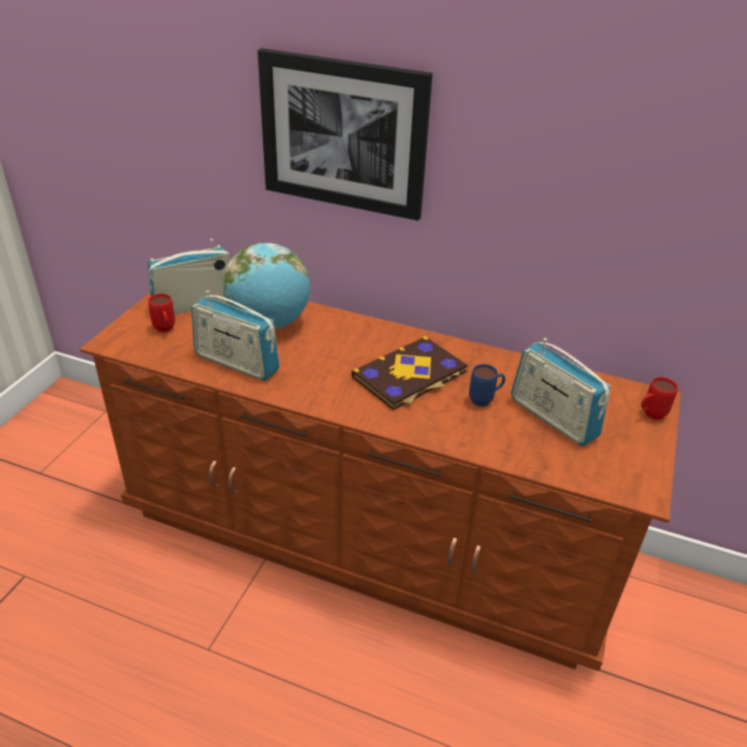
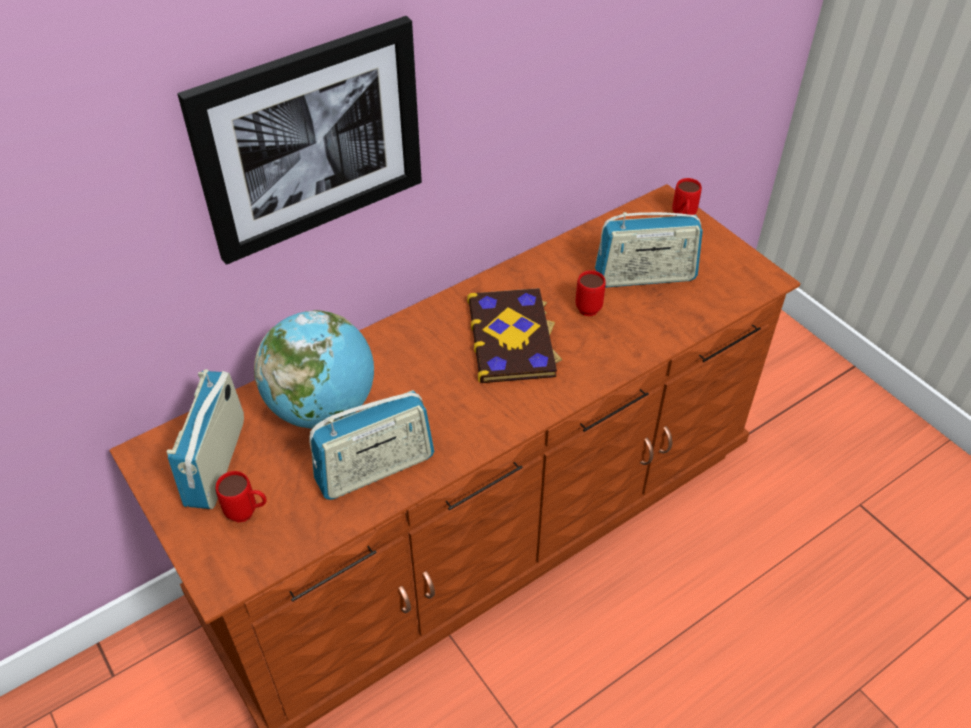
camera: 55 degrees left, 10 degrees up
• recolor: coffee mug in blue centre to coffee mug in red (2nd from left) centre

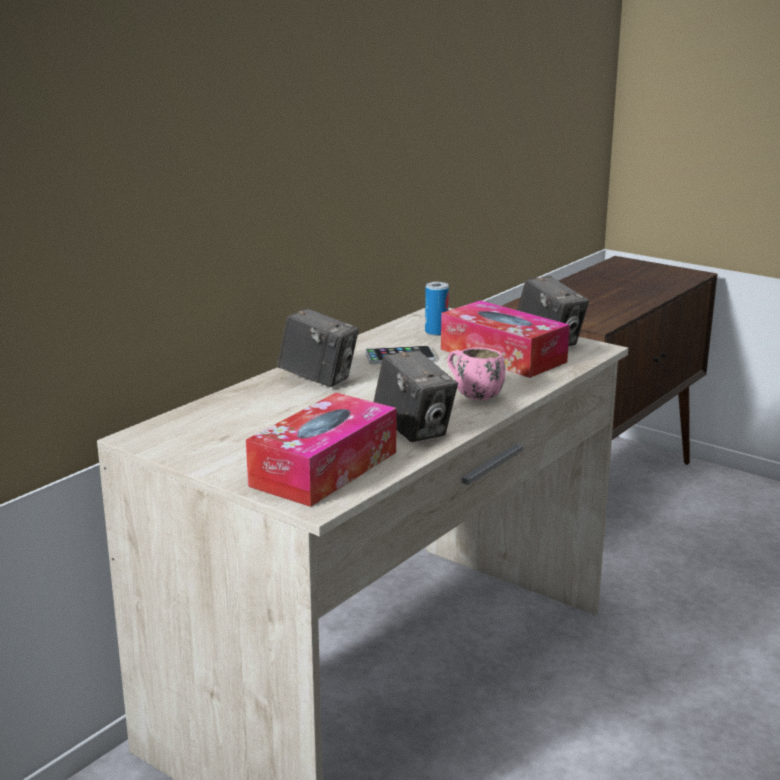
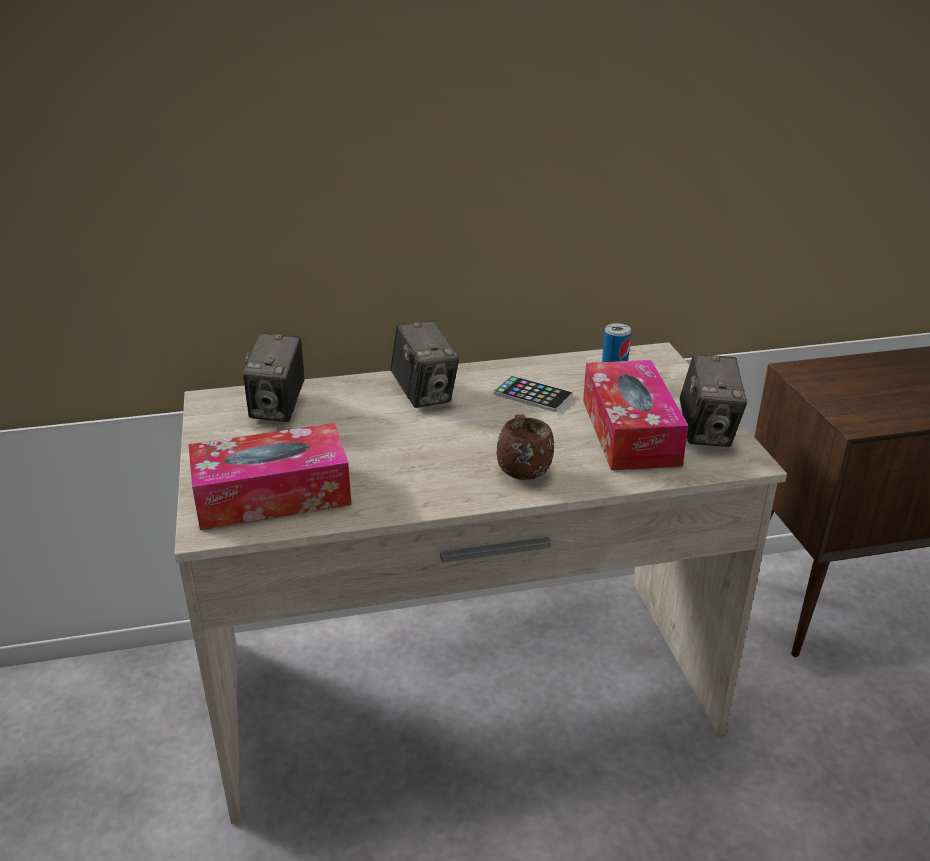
camera: 40 degrees right, 10 degrees up
• recolor: coffee mug in pink centre to coffee mug in brown centre
• move: still camera (2nd from left in the first image) centre to still camera (1st from left) middle left

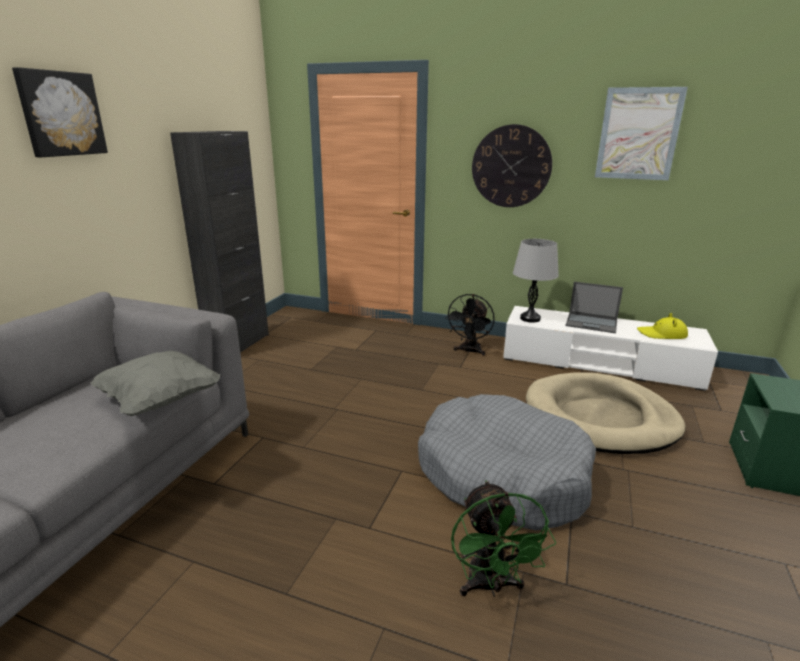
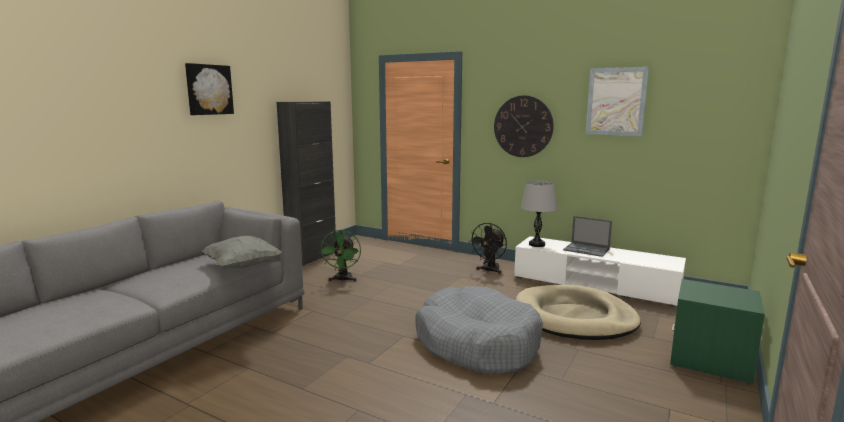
camera: 10 degrees right, 10 degrees down
• delete: hat in yellow middle right
• move: fan in greenish bottom centre to centre

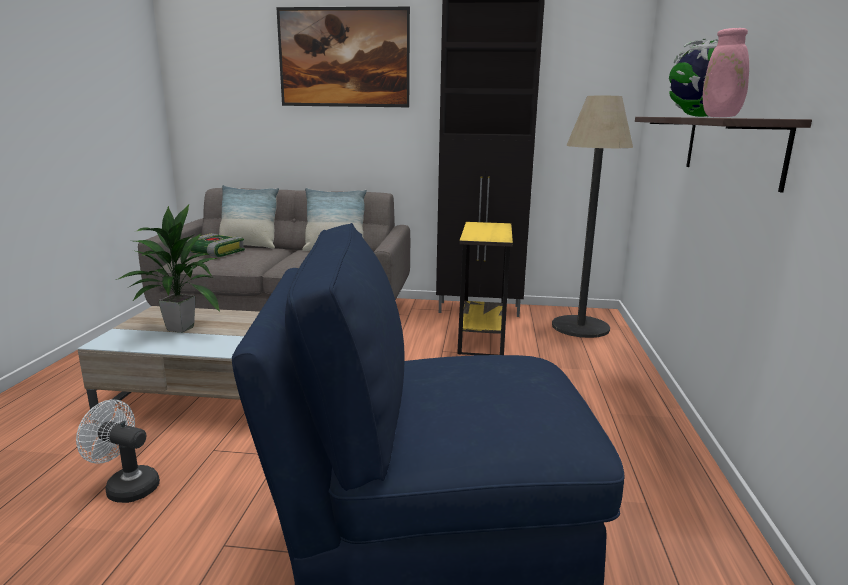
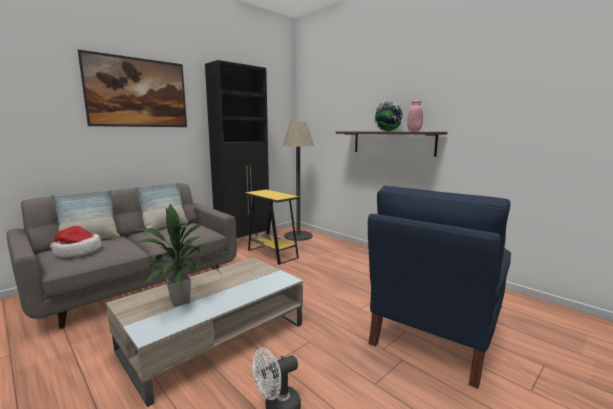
camera: 50 degrees left, 5 degrees down
• replace: book middle left to hat middle left

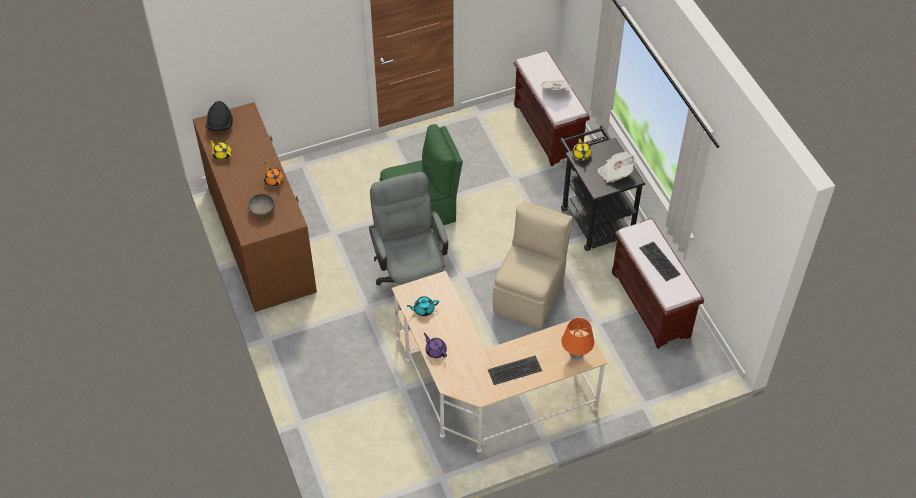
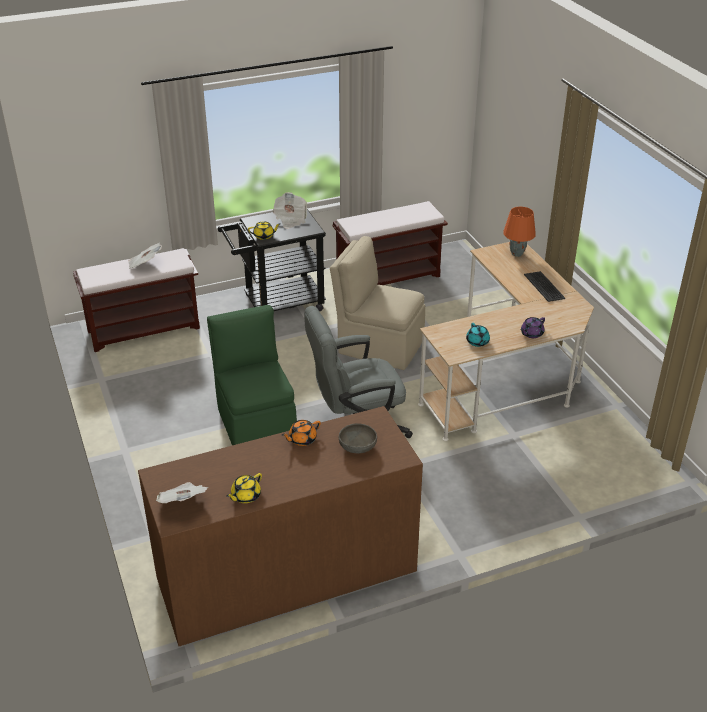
camera: 90 degrees left, 15 degrees down
• replace: hat in blackish top left to printed paper (2nd from left) bottom left
• delete: keyboard (2nd from left) middle right

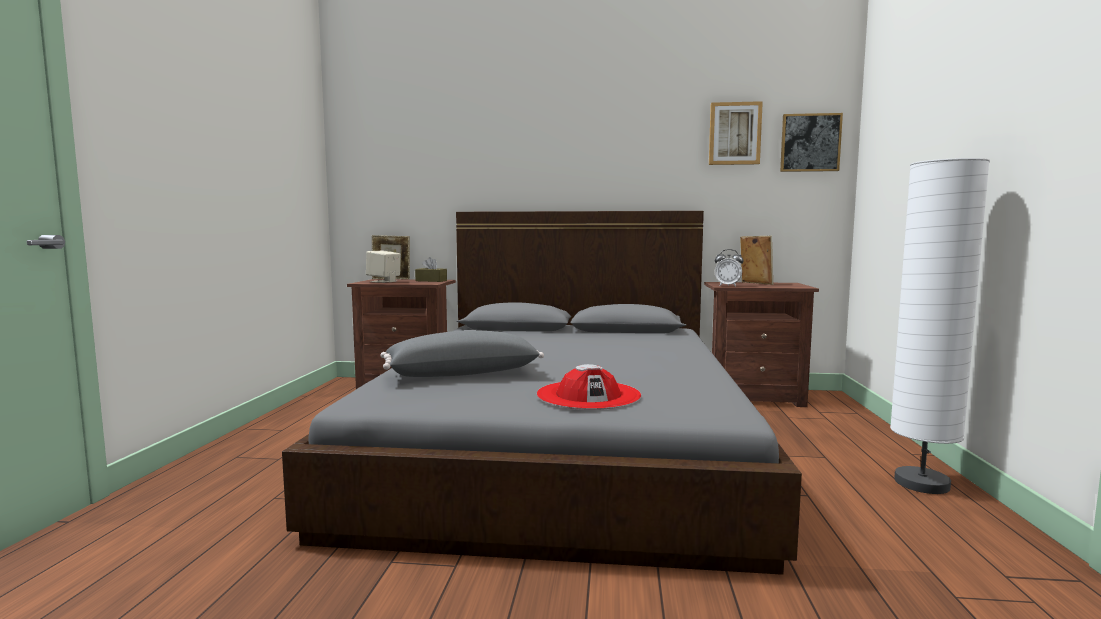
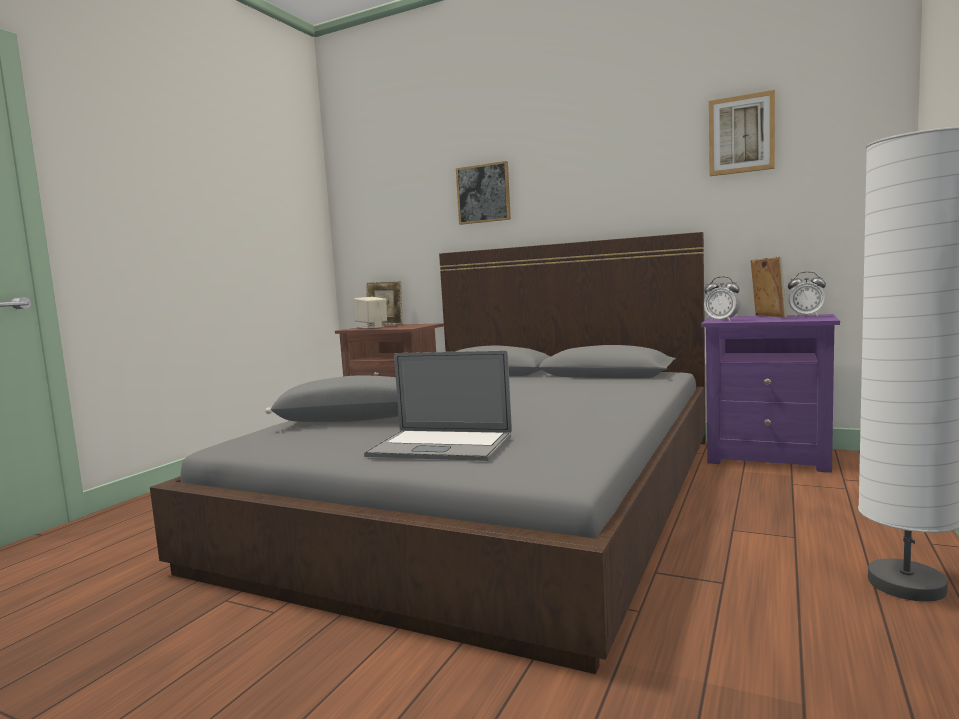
camera: 20 degrees right, 0 degrees up
• move: picture (2nd from left in the first image) top right to picture (1st from left) top centre
• delete: tissue box in brown centre
• recolor: bedside table in brown (2nd from left) middle right to bedside table in purple-coloured middle right
• replace: hat in red centre to laptop centre
• insert: bedside clock (2nd from left) middle right

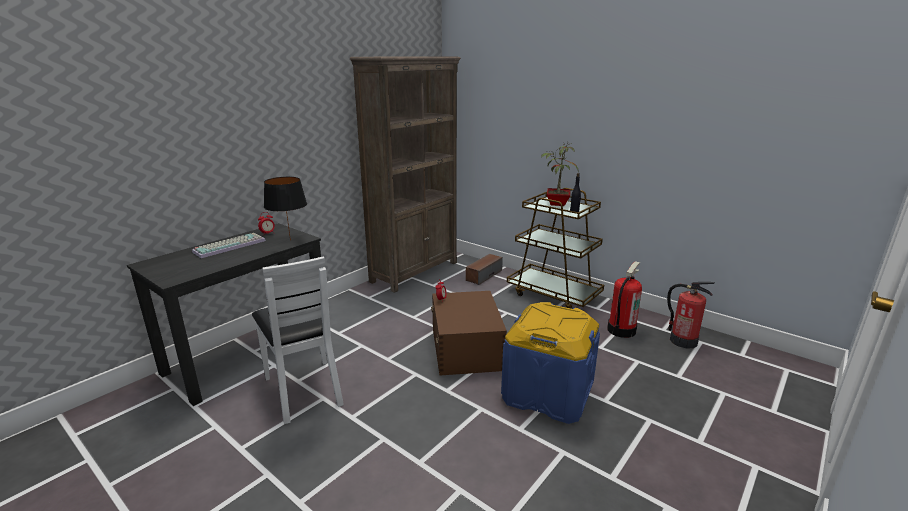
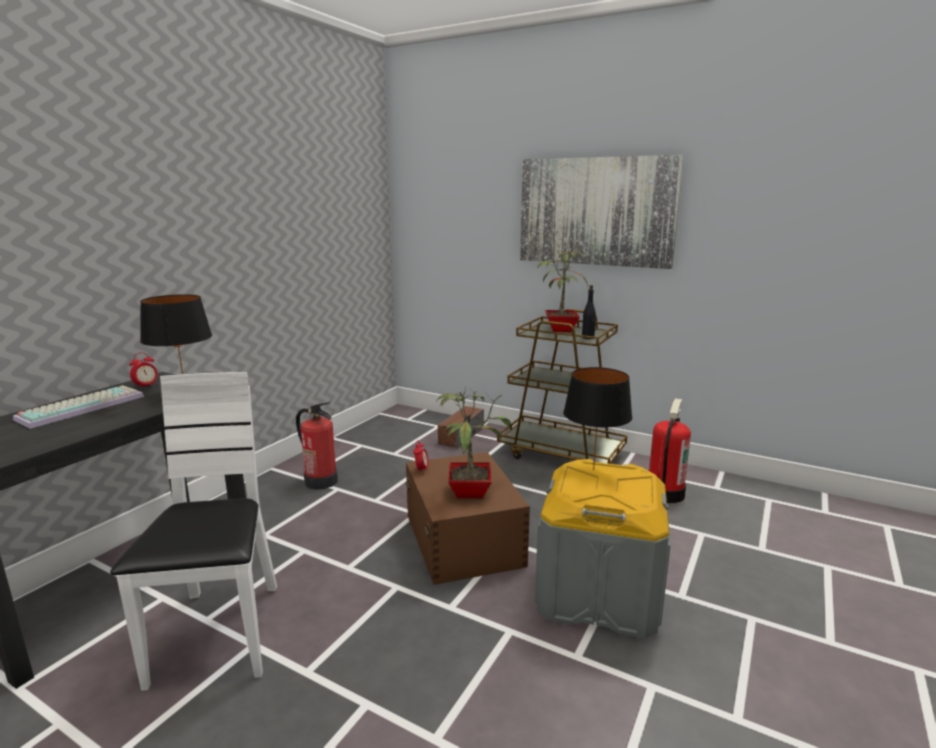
camera: 10 degrees left, 5 degrees down
• delete: bookcase in brown centre
• rotate: upright chair in white middle left = bottom left 150 degrees counterclockwise
• move: extinguisher (2nd from left in the first image) middle right to extinguisher (1st from left) centre
• recolor: storage container in blue bottom centre to storage container in gray bottom centre
• insert: picture top centre
• insert: table lamp in blackish (2nd from left) centre
• insert: houseplant (1st from left) centre

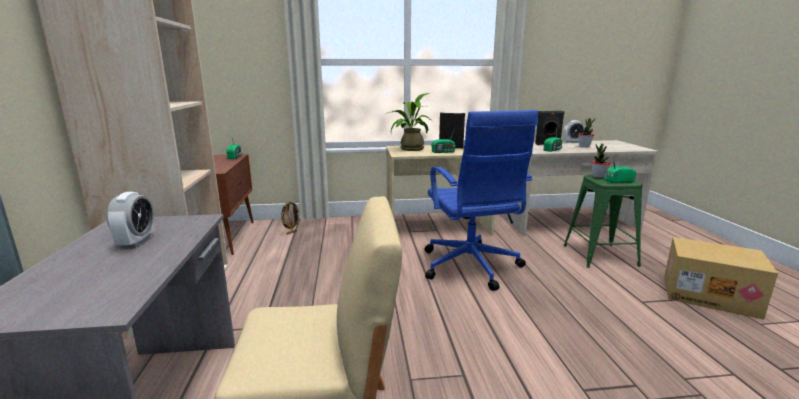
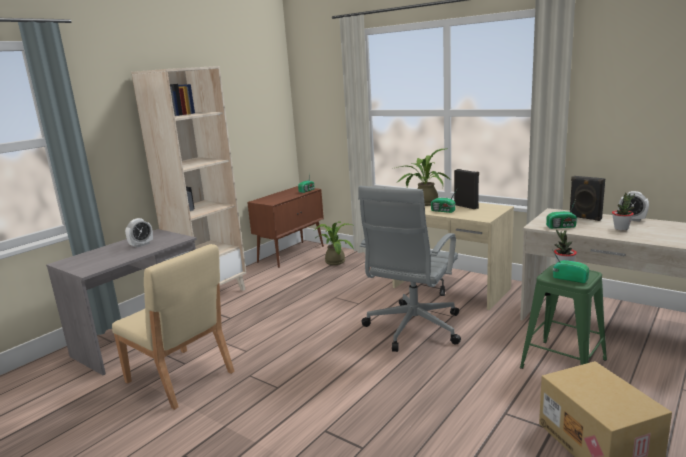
camera: 45 degrees right, 0 degrees up
• recolor: office chair in blue centre to office chair in gray centre
• replace: standing frame centre to houseplant (1st from left) centre

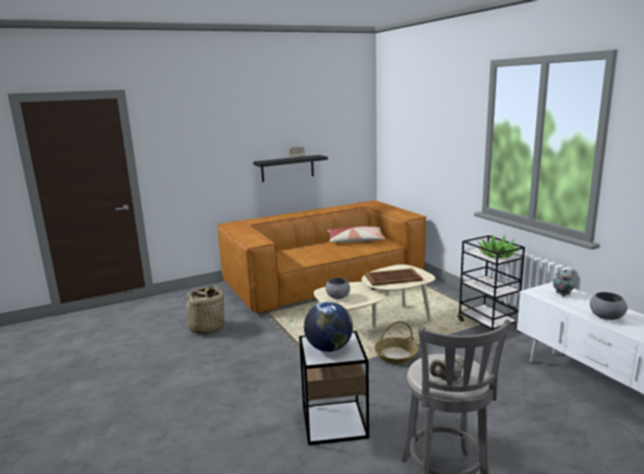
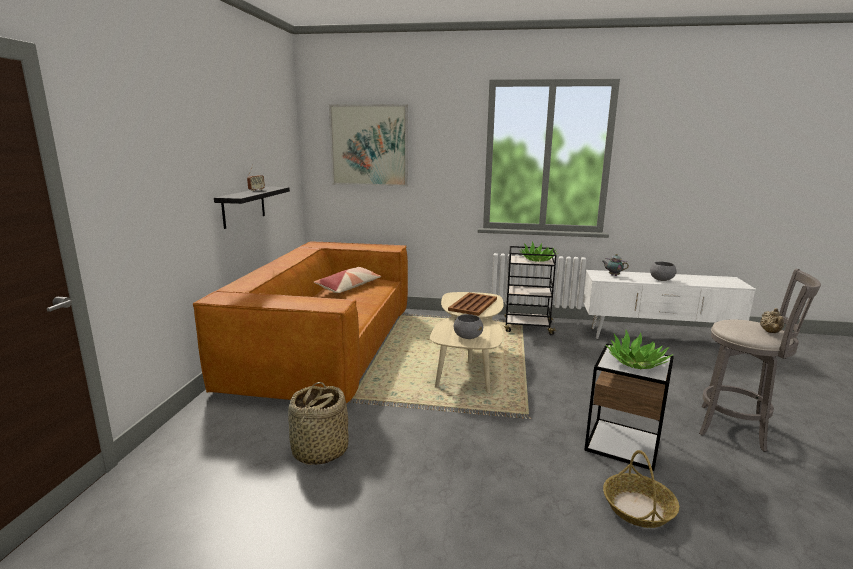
camera: 55 degrees left, 0 degrees up
• replace: world globe bottom centre to houseplant (2nd from left) middle right
• move: household basket (2nd from left) bottom centre to bottom right
• insert: picture top centre

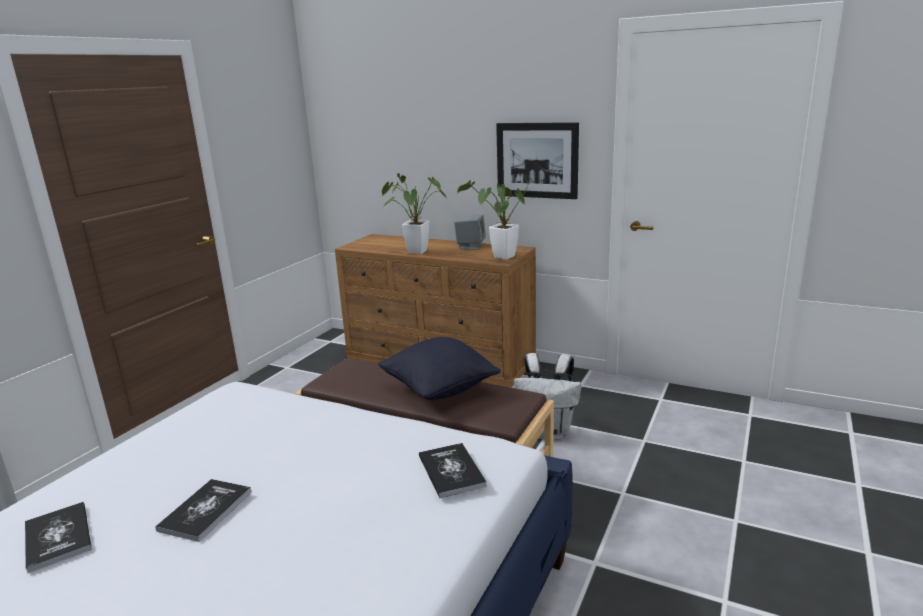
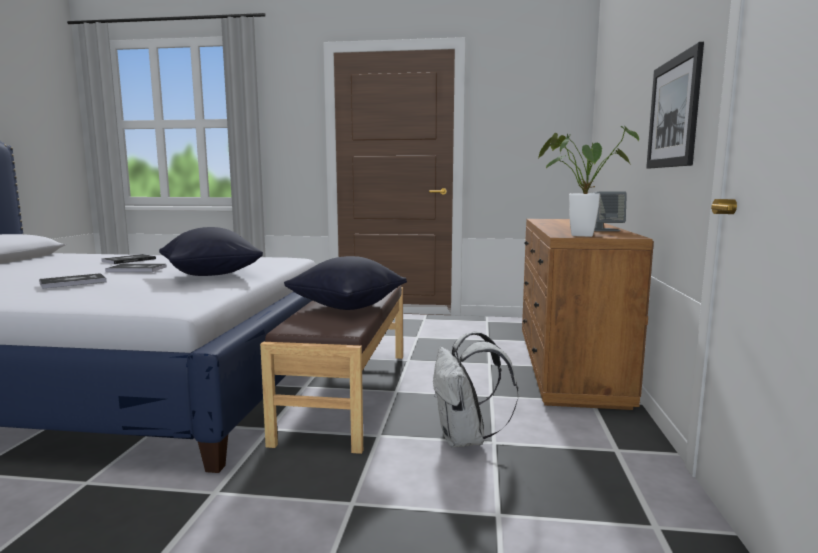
camera: 70 degrees right, 10 degrees down
• delete: houseplant (1st from left) centre
• move: book (3rd from left in the first image) bottom centre to book (1st from left) middle left
• insert: cushion in blackish (1st from left) middle left

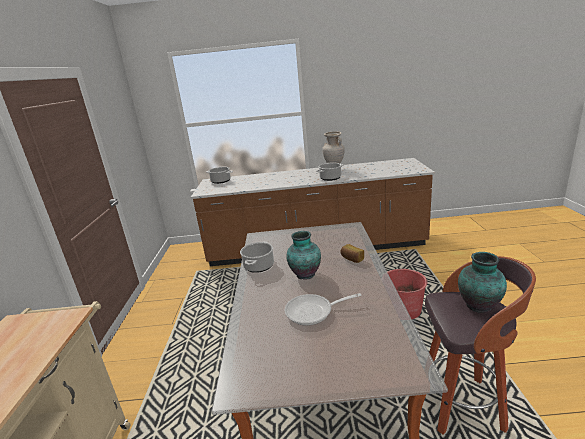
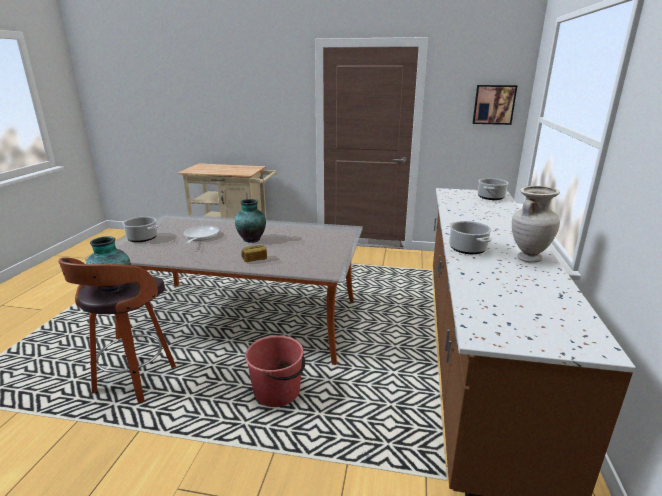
camera: 100 degrees right, 0 degrees up
• move: cooking pot (2nd from left in the first image) centre to cooking pot (1st from left) middle left
• insert: picture top right

